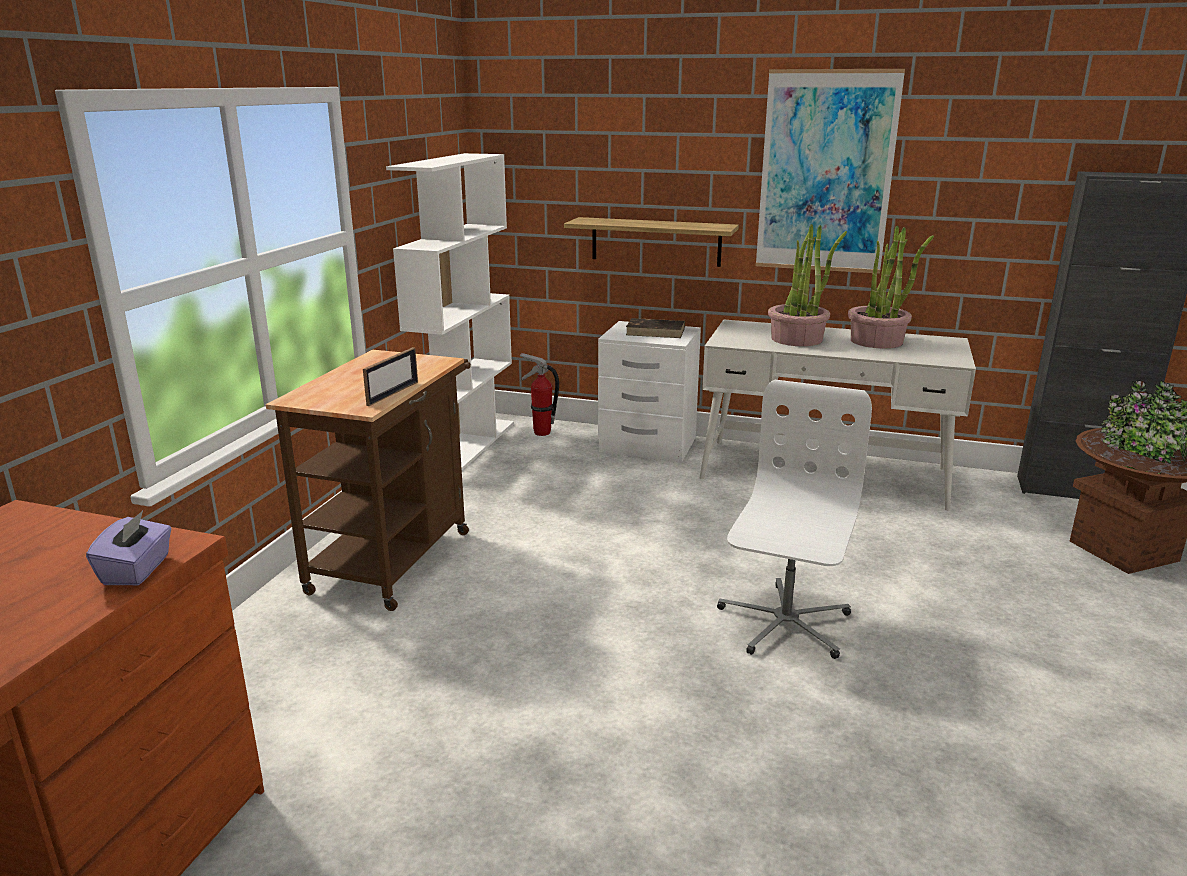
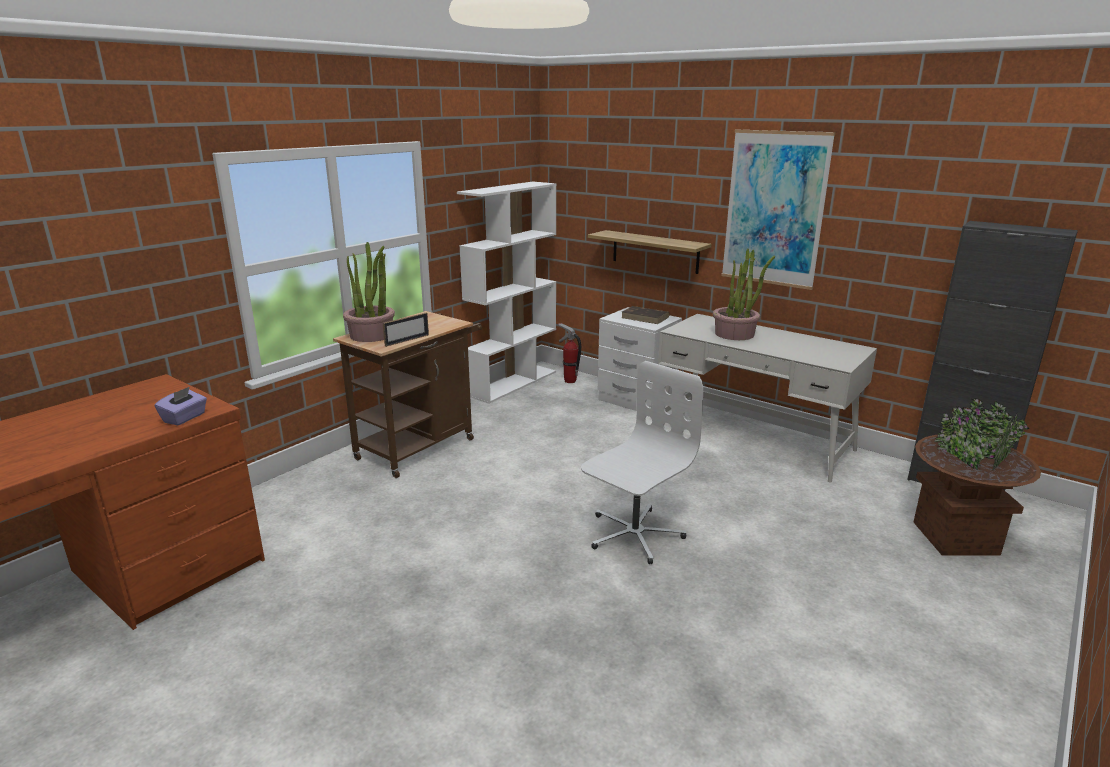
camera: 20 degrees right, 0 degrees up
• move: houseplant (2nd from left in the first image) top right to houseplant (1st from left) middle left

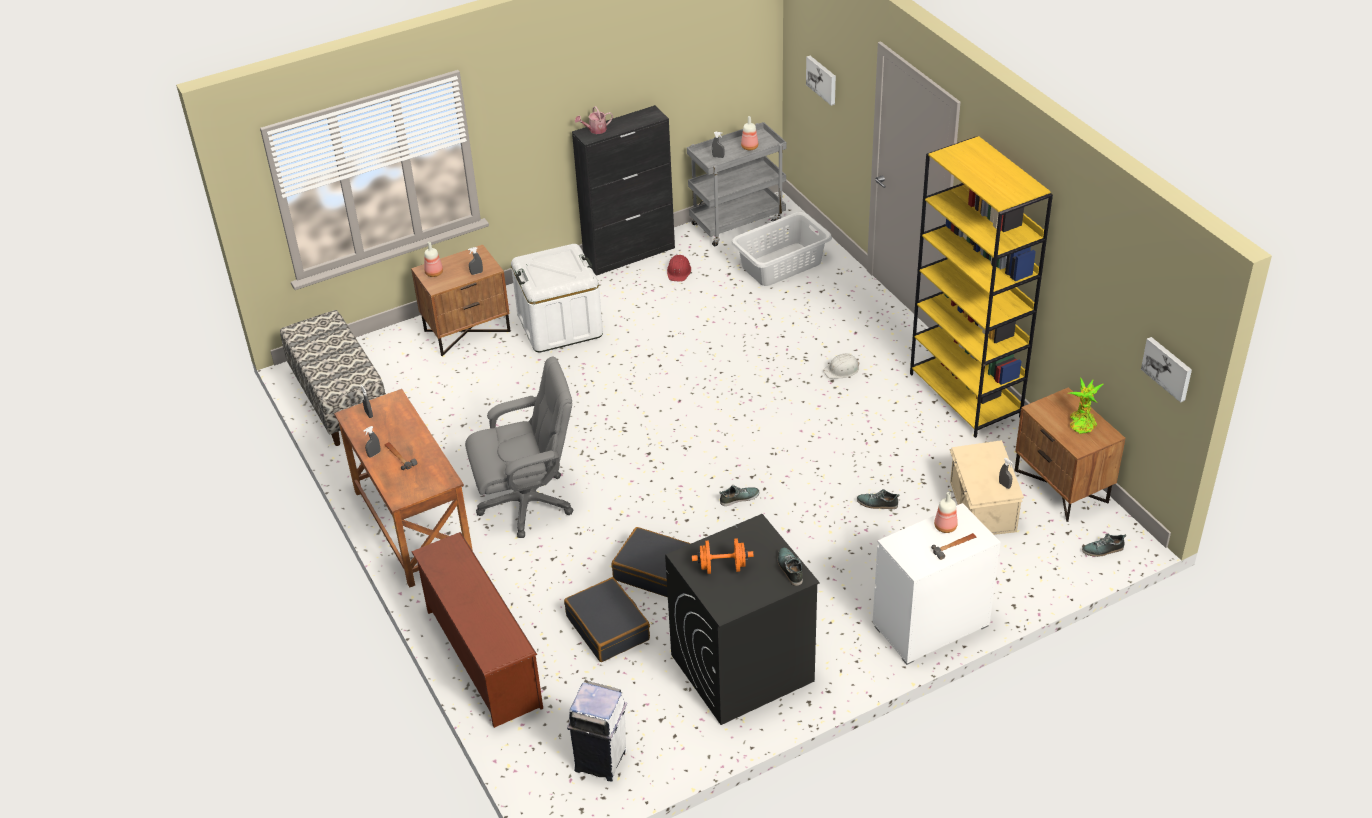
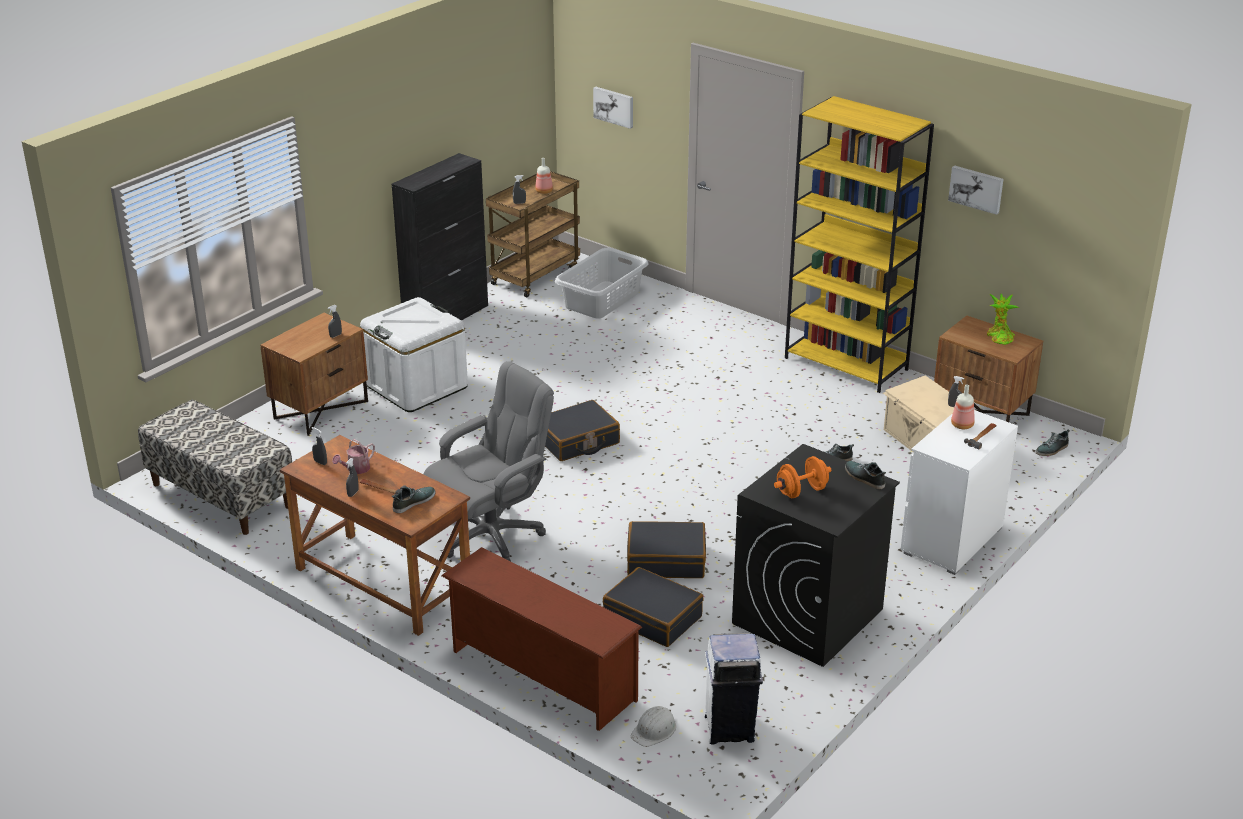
camera: 25 degrees left, 10 degrees down
• move: watering can top centre to middle left
• recolor: wheeled cart in gray top centre to wheeled cart in brown top centre
• delete: drink bottle (1st from left) top left
• delete: hard hat in red top centre
• move: picture (2nd from left) middle right to top right
• move: hard hat in white centre to bottom centre
• move: item of footwear (1st from left) centre to middle left
• insert: piece of luggage in blackish (1st from left) centre

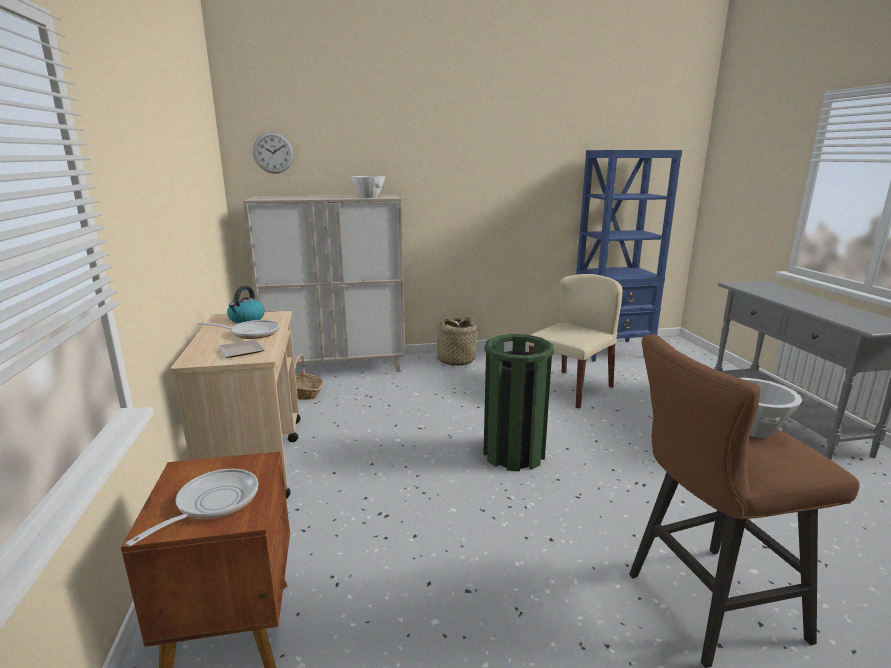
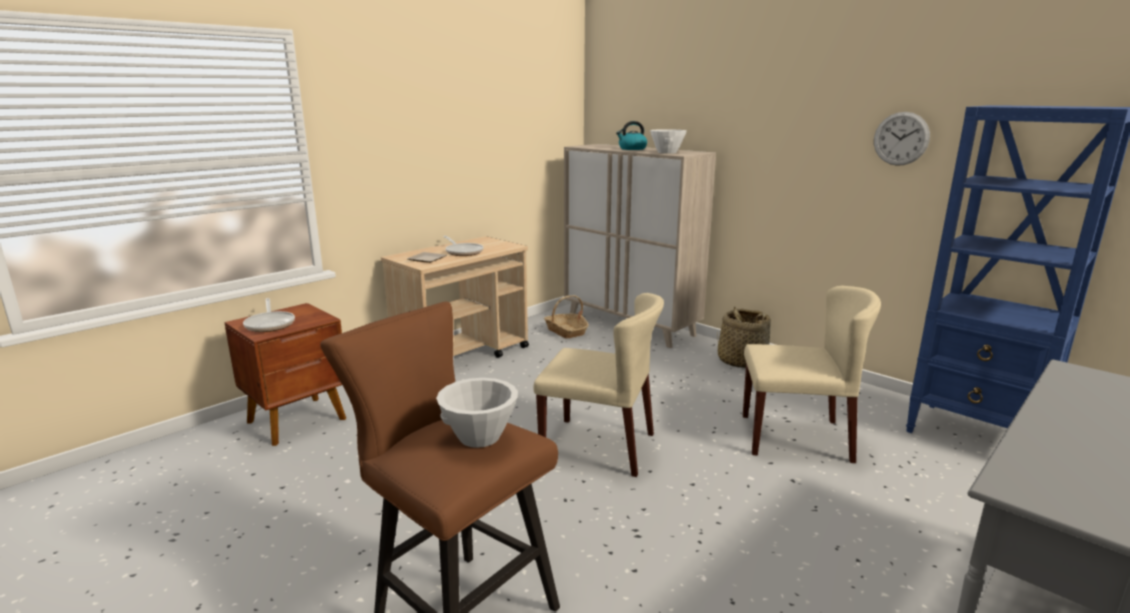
camera: 55 degrees right, 0 degrees up
• move: hanging clock top left to top right
• move: kettle middle left to top centre
• replace: rubbish bin in greenish centre to upright chair in beige (1st from left) centre
• rotate: skillet (1st from left) bottom left = middle left 75 degrees clockwise

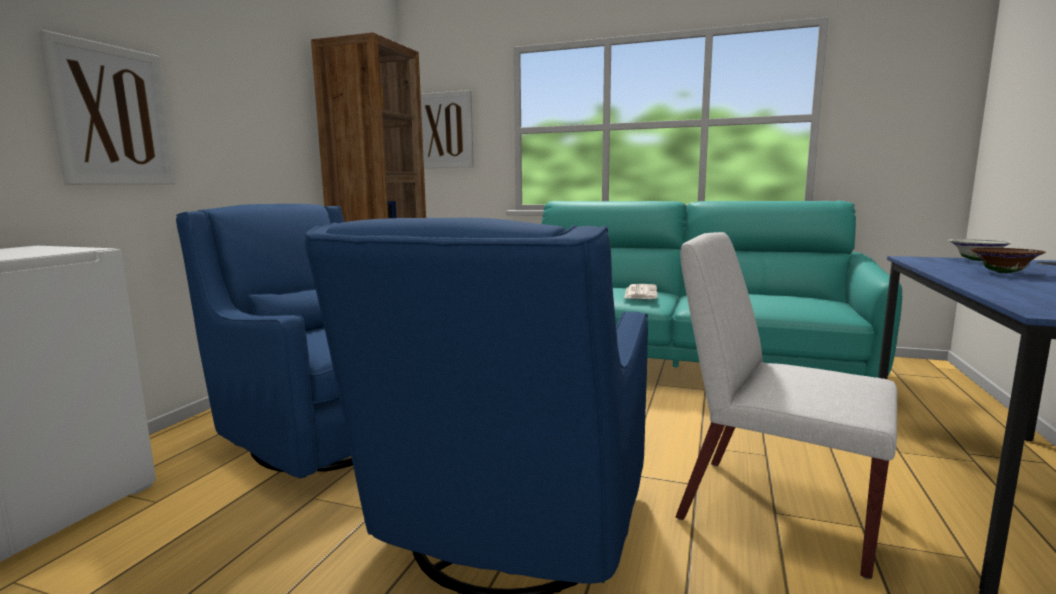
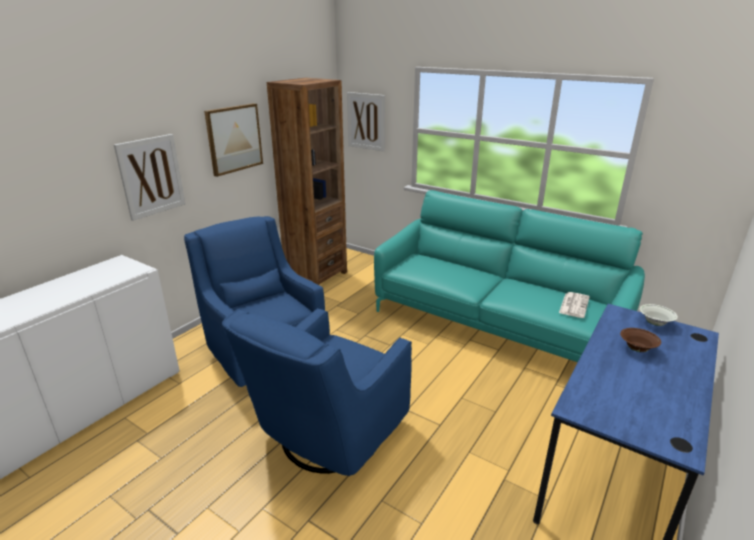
camera: 15 degrees right, 15 degrees up
• delete: upright chair in white bottom right
• move: printed paper centre to middle right
• insert: picture (2nd from left) top left

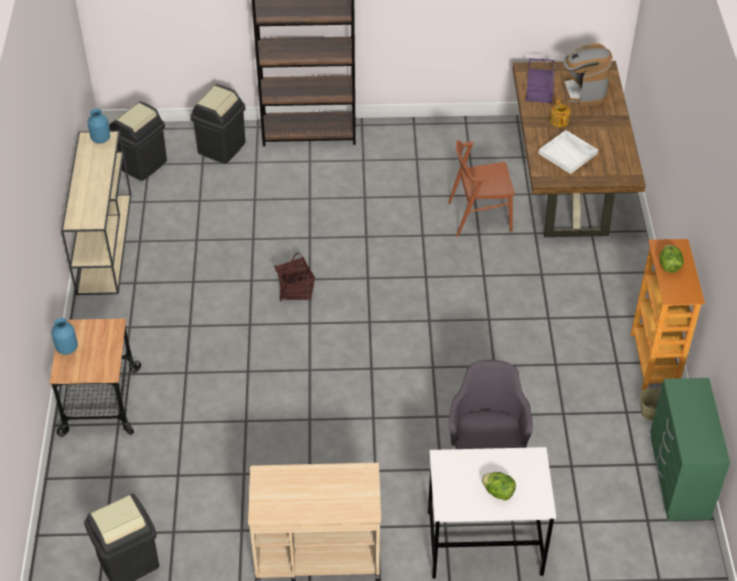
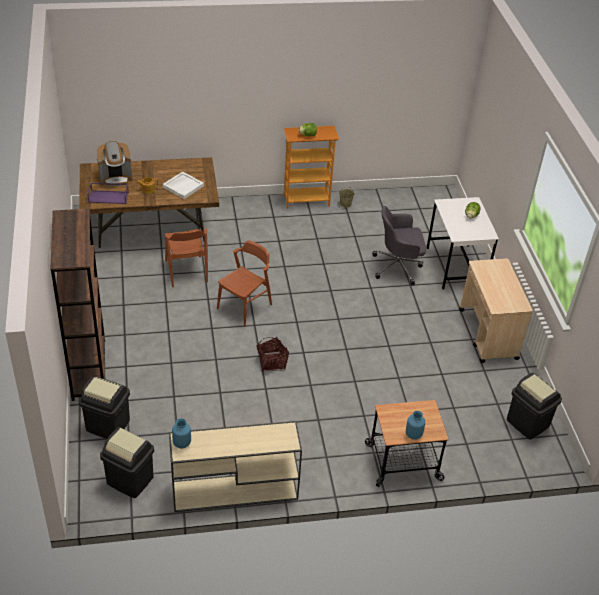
camera: 100 degrees left, 5 degrees down
• delete: dresser in greenish bottom right
• insert: upright chair in brown (2nd from left) centre

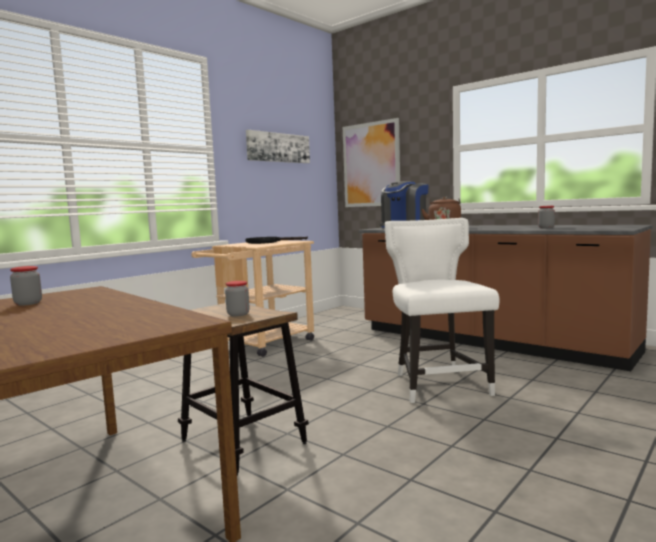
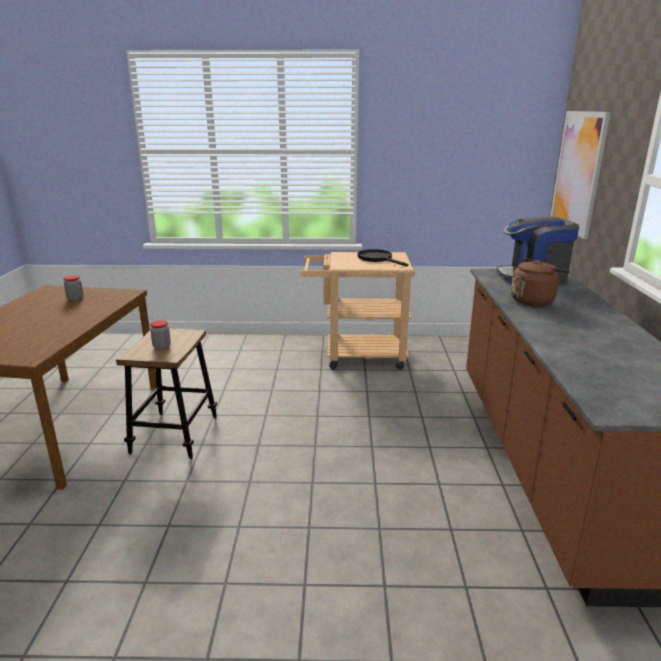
camera: 50 degrees right, 15 degrees up
• delete: picture (1st from left) top centre
• delete: storage jar (3rd from left) middle right
• delete: upright chair in white middle right

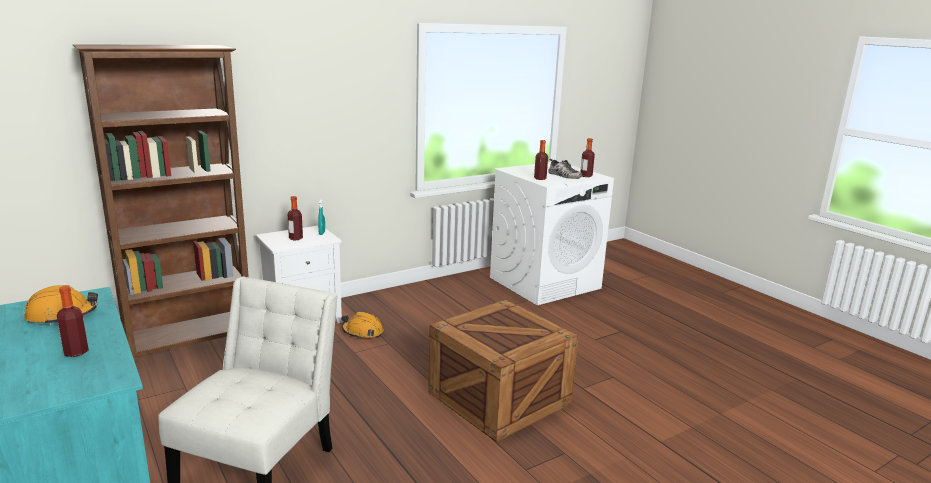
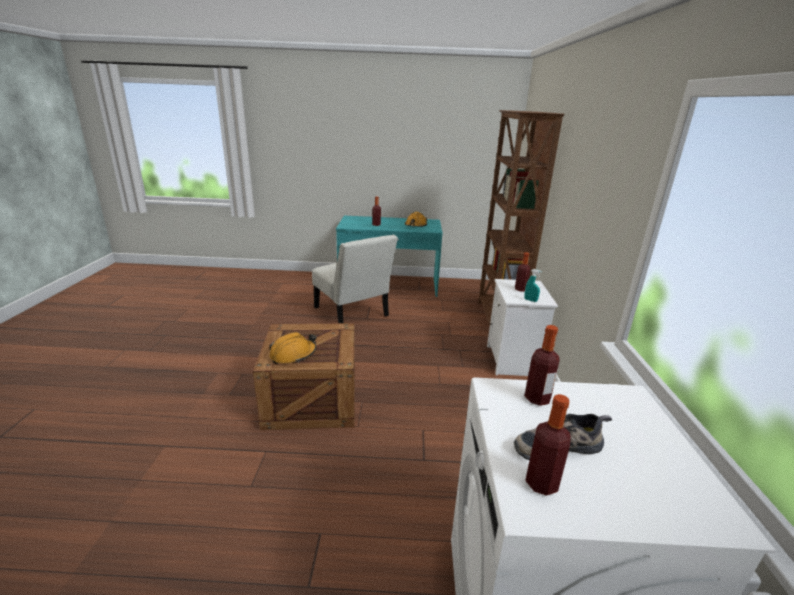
camera: 125 degrees right, 5 degrees up
• move: hard hat in orange (2nd from left in the first image) bottom centre to hard hat in orange (1st from left) centre

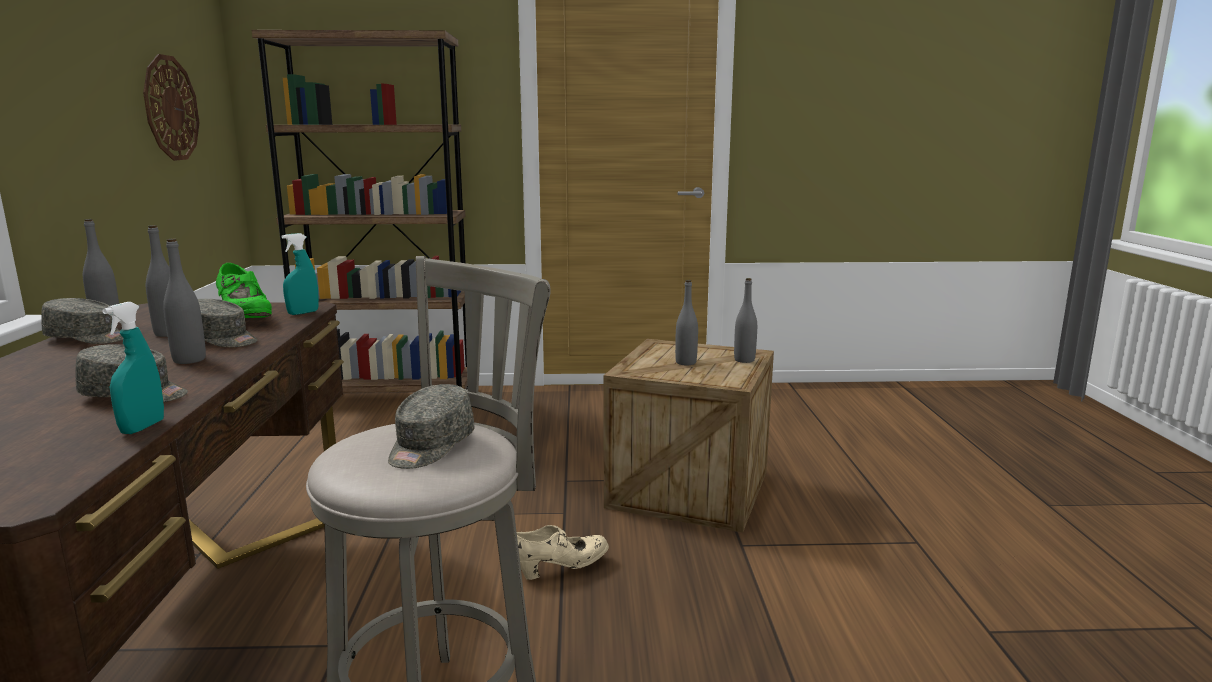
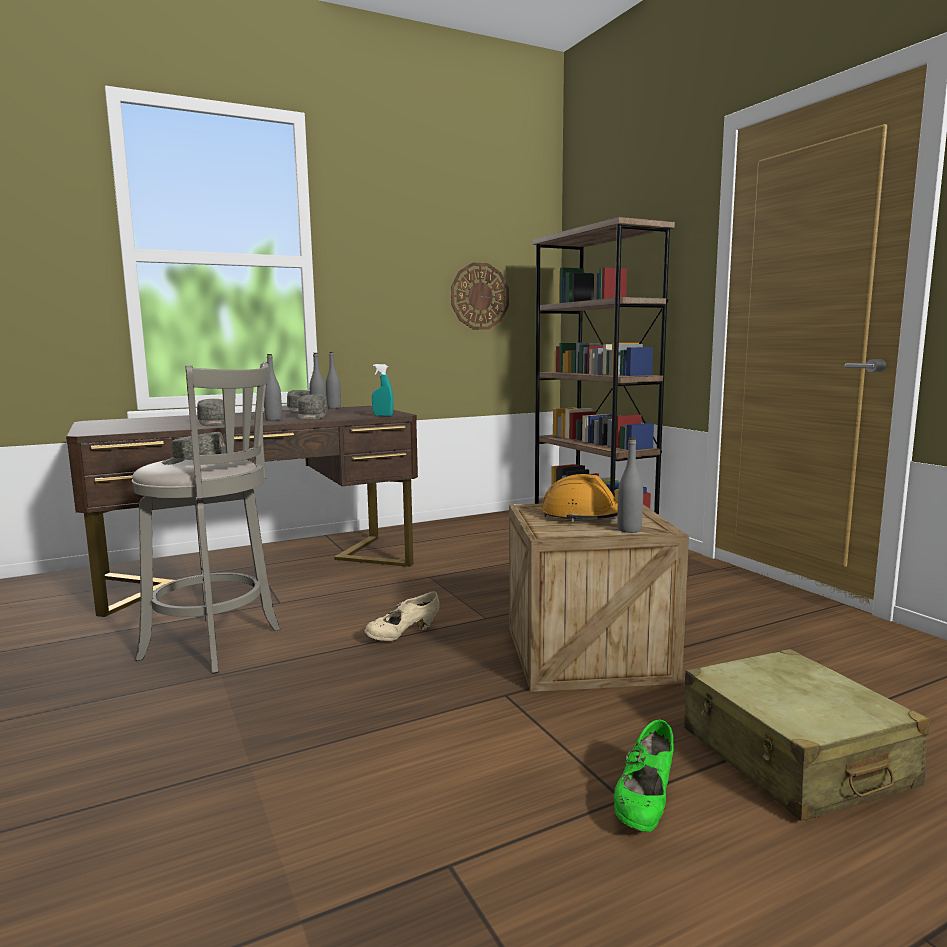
camera: 65 degrees right, 5 degrees down
• move: item of footwear in greenish middle left to bottom right
• replace: drink bottle in gray (4th from left) centre to hard hat in orange centre
• delete: hand sprayer in blue-green (1st from left) middle left
• rotate: item of footwear in beige bottom centre = centre 105 degrees clockwise
• insert: piece of luggage in beige bottom right

